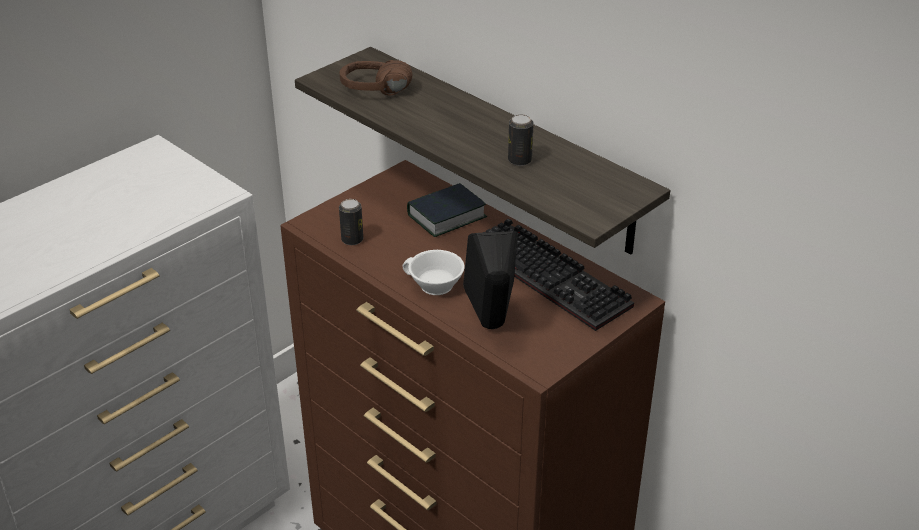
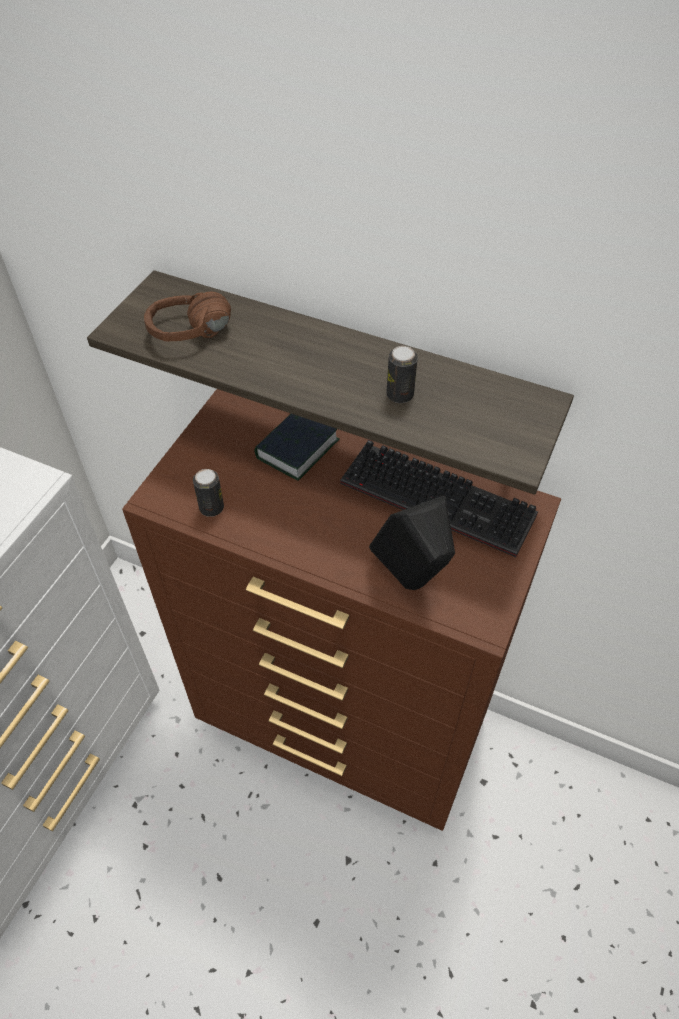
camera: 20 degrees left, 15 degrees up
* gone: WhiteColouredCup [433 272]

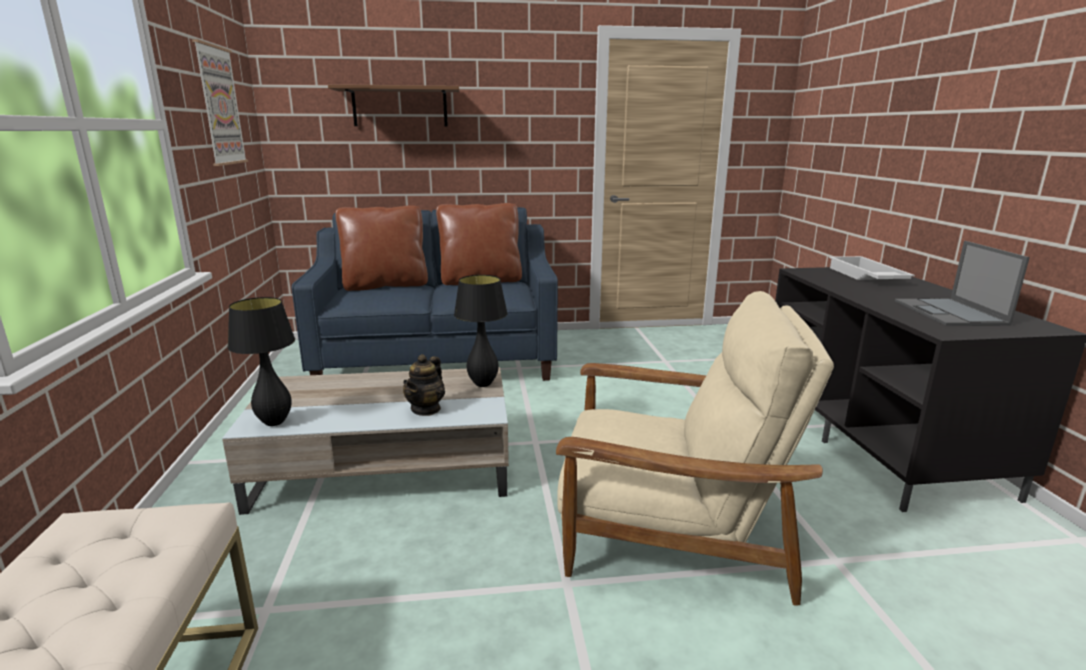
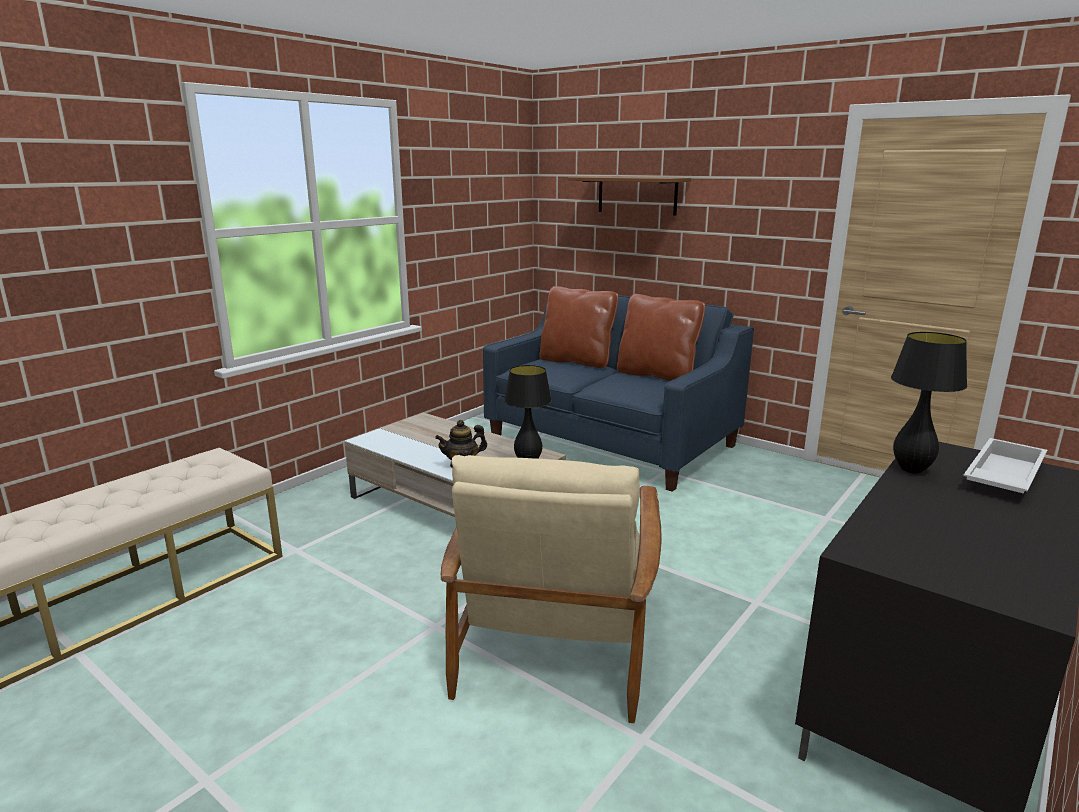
camera: 45 degrees right, 0 degrees up
* gone: Picture [220 102]
* gone: PortableComputer [962 283]
* shifted: BlackishTableLamp [261 361] to [929 403]
* rotated: SandColouredEasyChair [695 448] = [551 589] 45 degrees clockwise

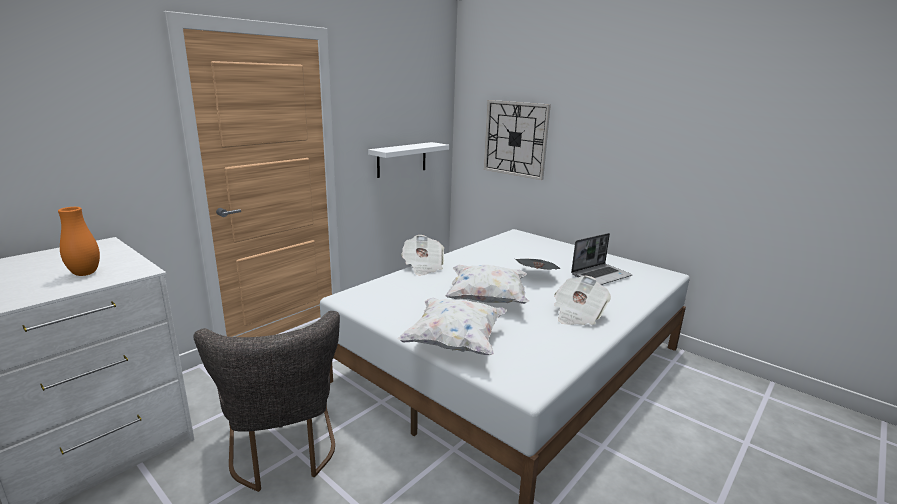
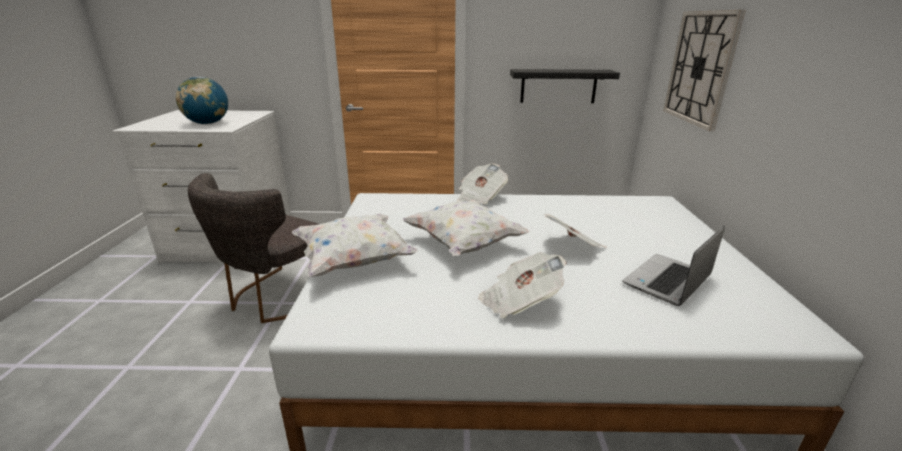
camera: 50 degrees right, 5 degrees up
* swapped: OrangeVase [79 241] to Globe [202 100]
* repainted: WhiteColouredShelf [408 160] to BlackishShelf [565 86]
* rotated: PortableComputer [602 259] = [673 265] 120 degrees clockwise

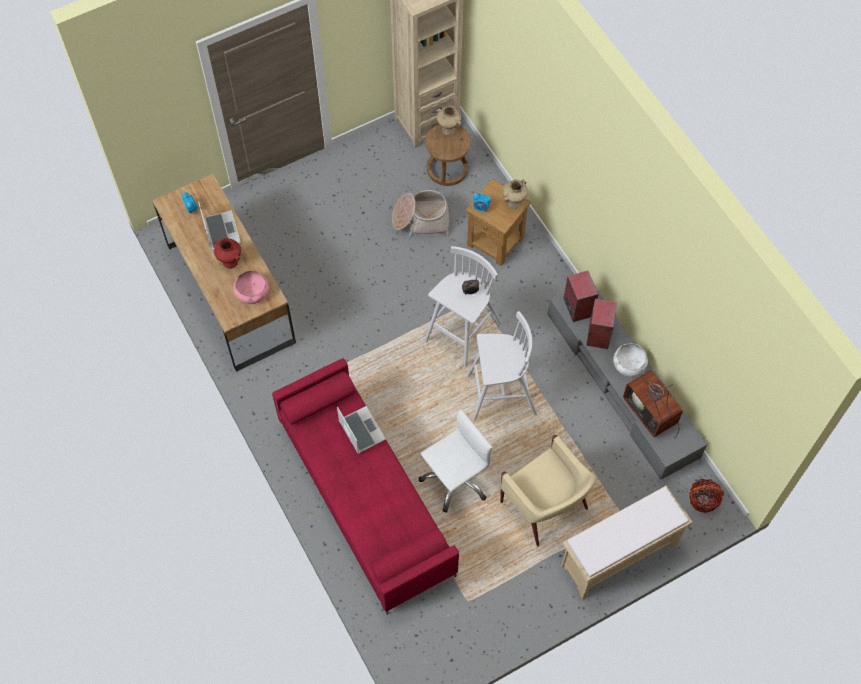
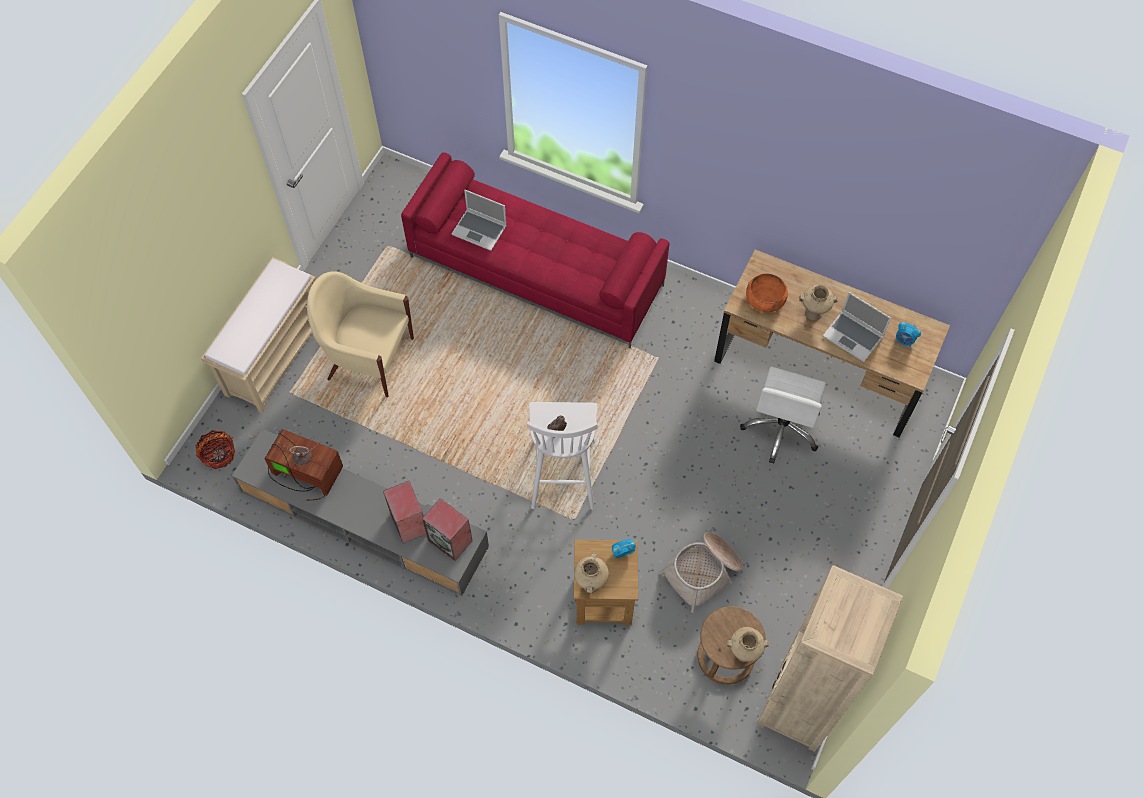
camera: 145 degrees right, 0 degrees up
* gone: WhiteColouredSittingStool [502 366]
* gone: WhiteColouredDeepDish [630 360]
* shifted: PortableComputer [361 430] to [479 220]
* shifted: WhiteColouredDeskChair [456 461] to [783 415]
* repainted: RedVase [227 253] to SandColouredVase [818 303]
* repainted: PinkishDeepDish [251 287] to OrangeDeepDish [767 292]

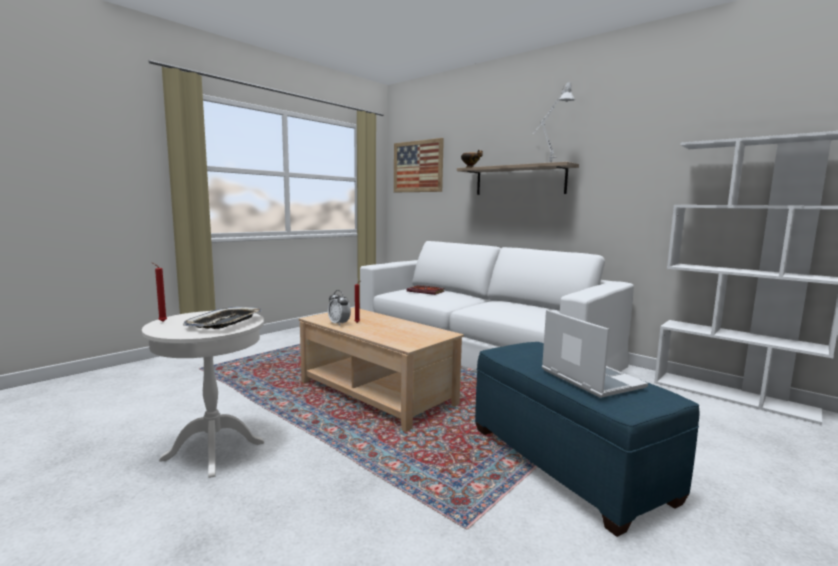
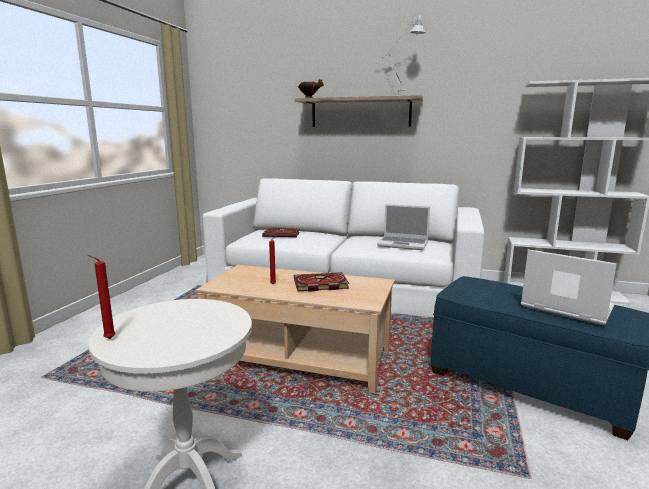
camera: 25 degrees left, 5 degrees up
* gone: Tray [222 318]
* gone: BedsideClock [339 308]
* gone: Picture [419 165]
* new: Volume [321 281]
* new: PortableComputer [403 227]

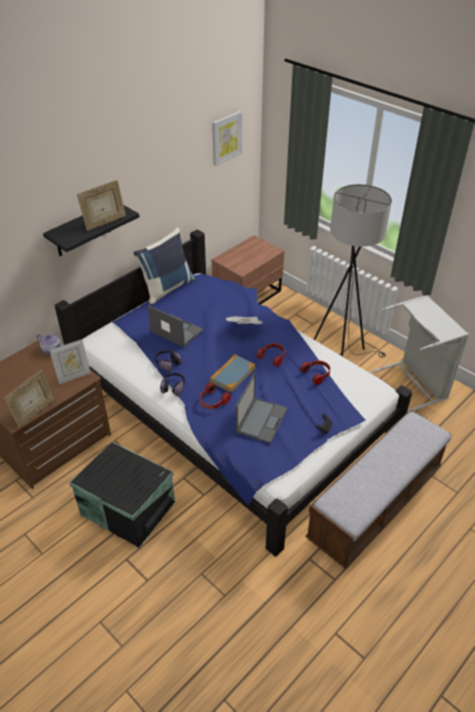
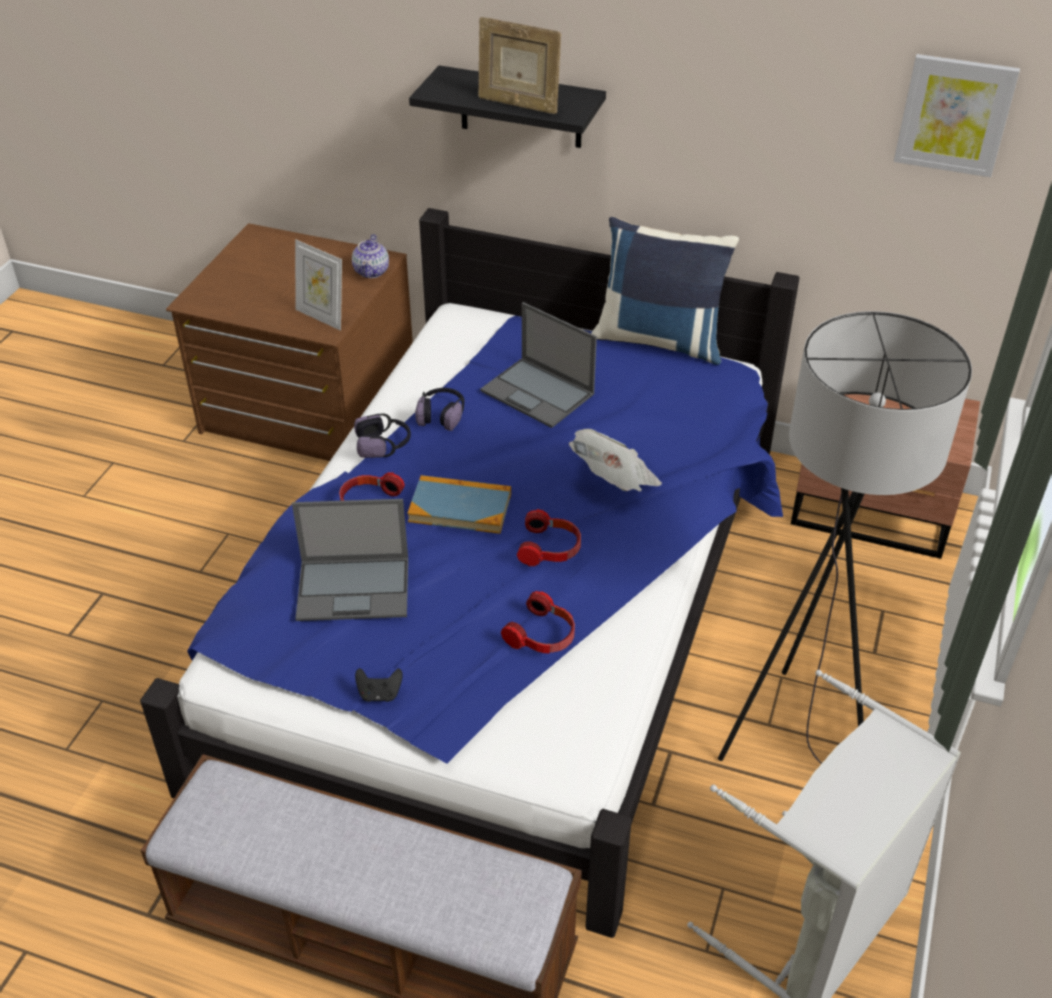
camera: 65 degrees right, 0 degrees up
* gone: PictureFrame [29 399]
* gone: BlackishStorageBox [122 495]
* rotated: PortableComputer [175 326] = [538 365] 120 degrees clockwise

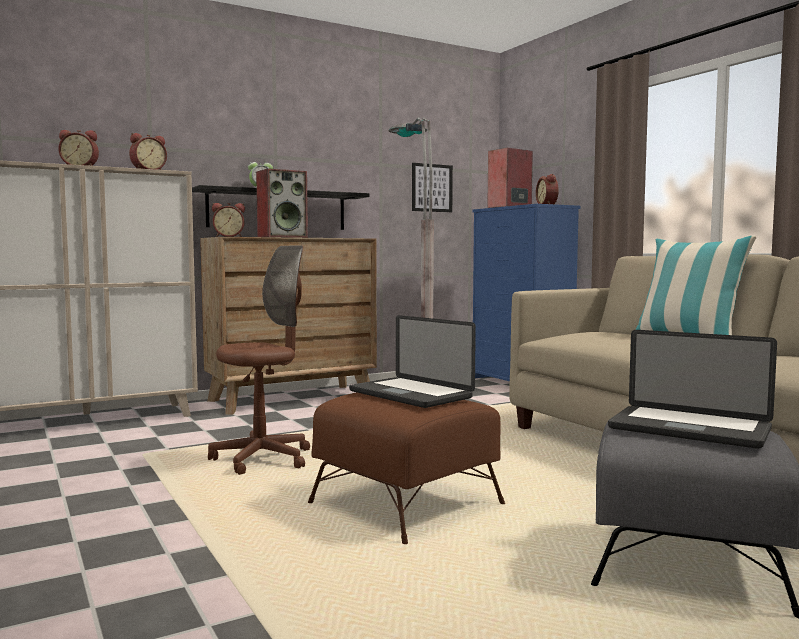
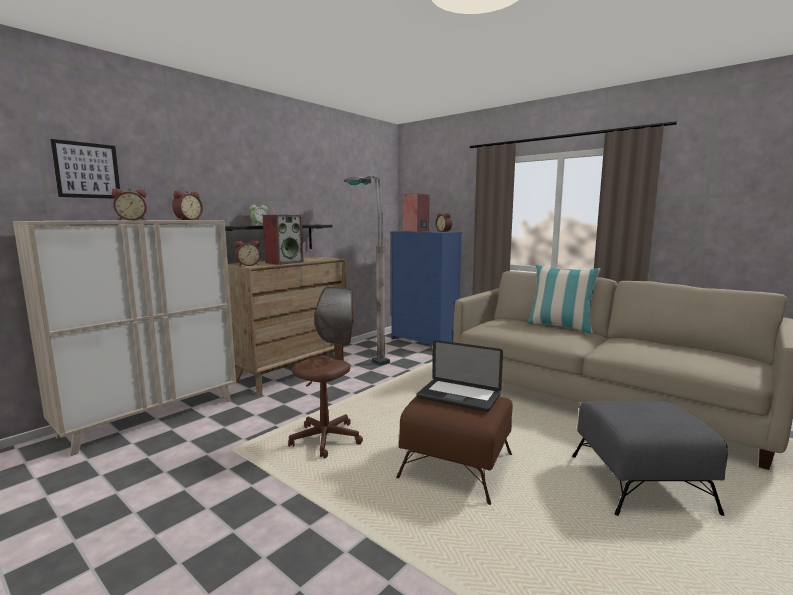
camera: 20 degrees left, 5 degrees up
* gone: PortableComputer [692 389]
* shifted: Picture [432 187] to [85 169]

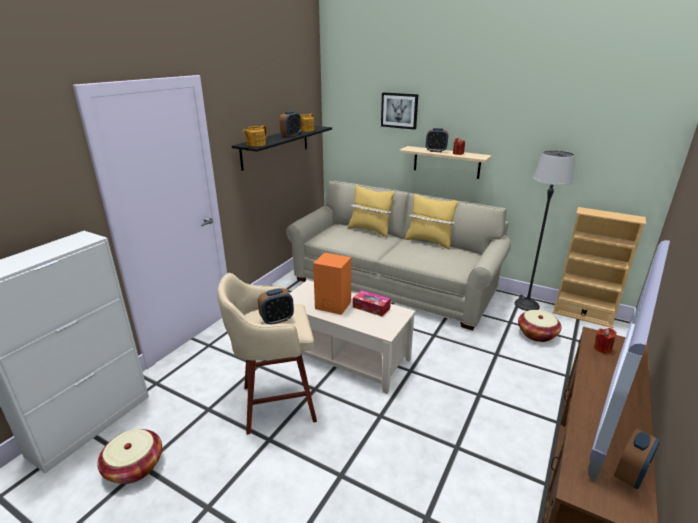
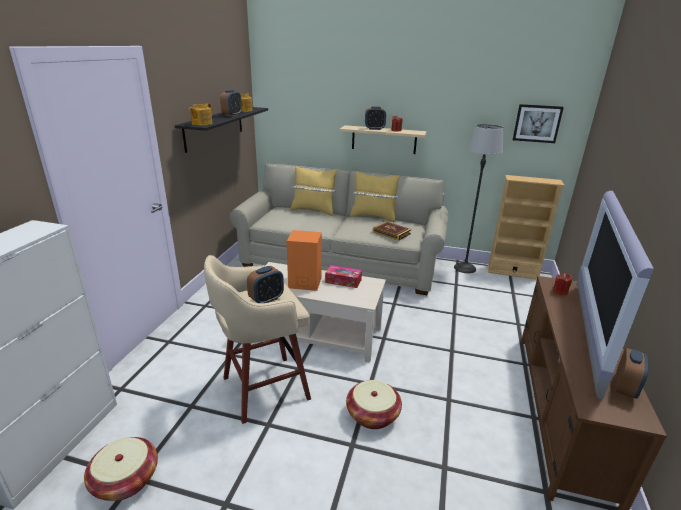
camera: 15 degrees left, 0 degrees up
* new: Volume [392 231]
* shifted: Picture [399 111] to [538 123]
* shifted: HouseholdBasket [540 326] to [374 404]

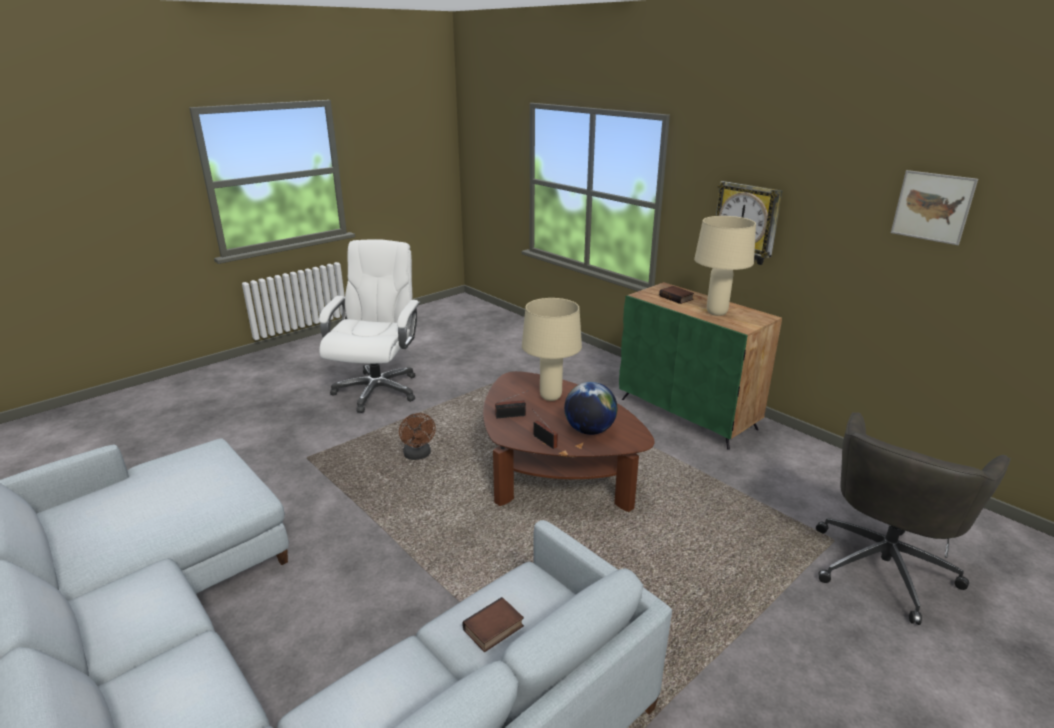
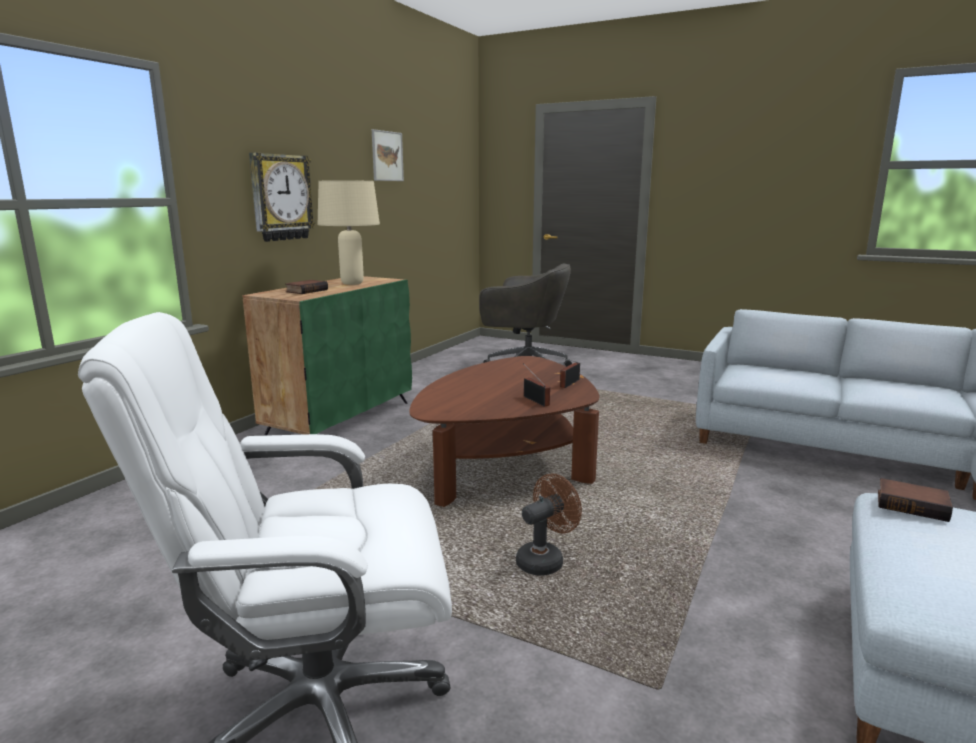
camera: 110 degrees left, 10 degrees down
* gone: SandColouredTableLamp [552 349]
* gone: Globe [590 408]
* shifted: Volume [493 624] to [915 500]

